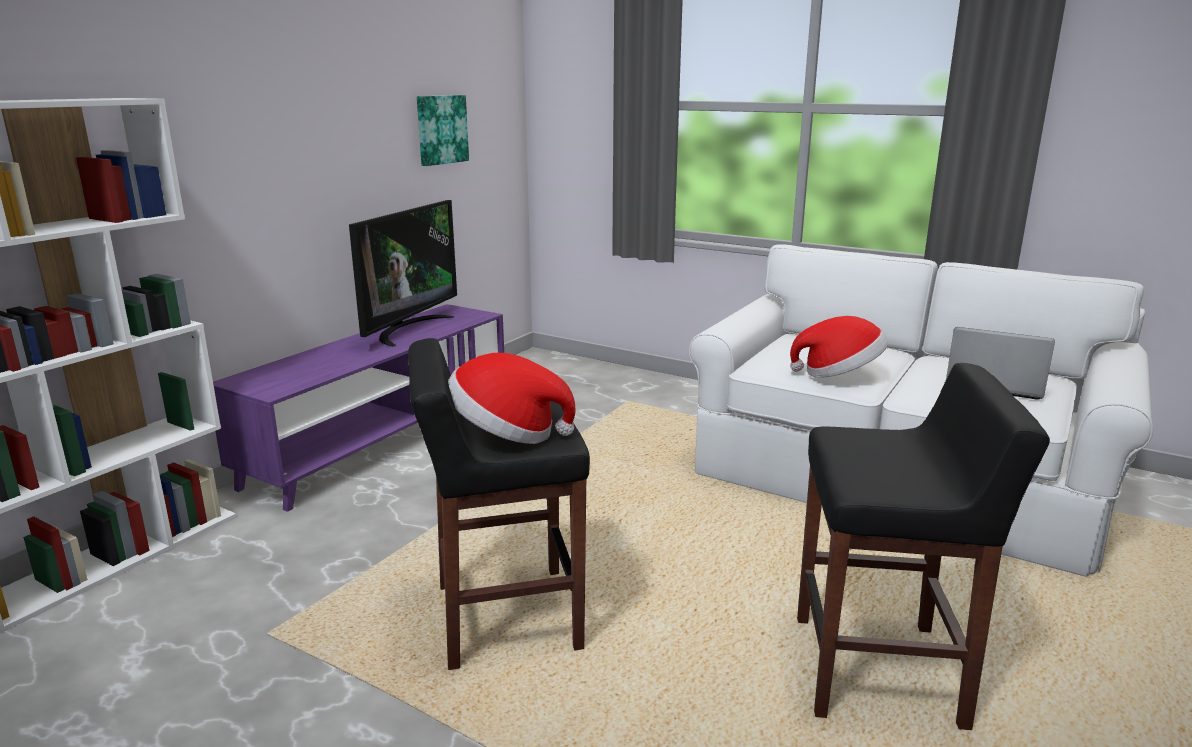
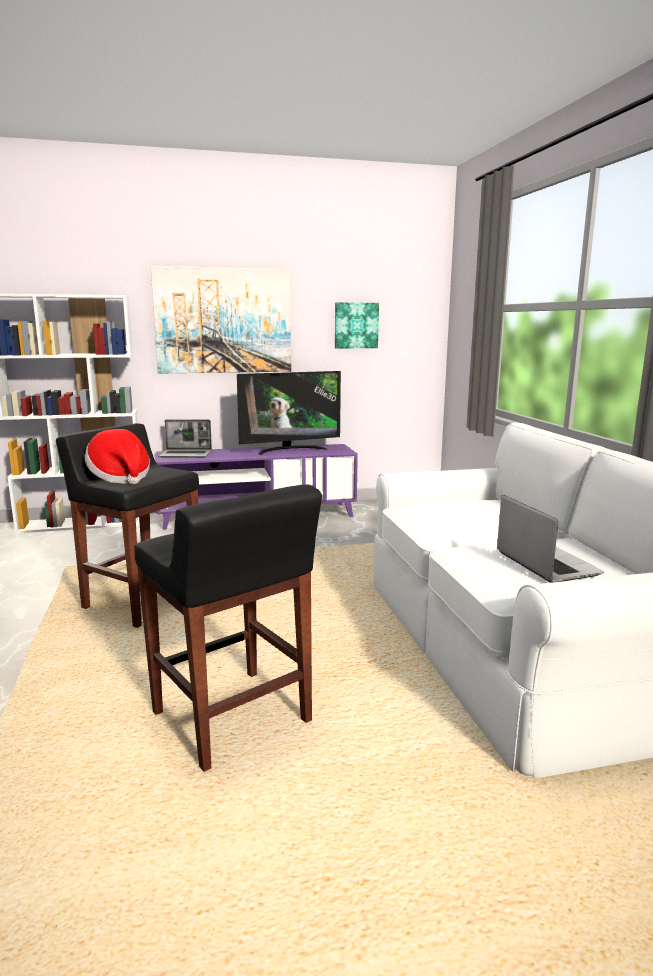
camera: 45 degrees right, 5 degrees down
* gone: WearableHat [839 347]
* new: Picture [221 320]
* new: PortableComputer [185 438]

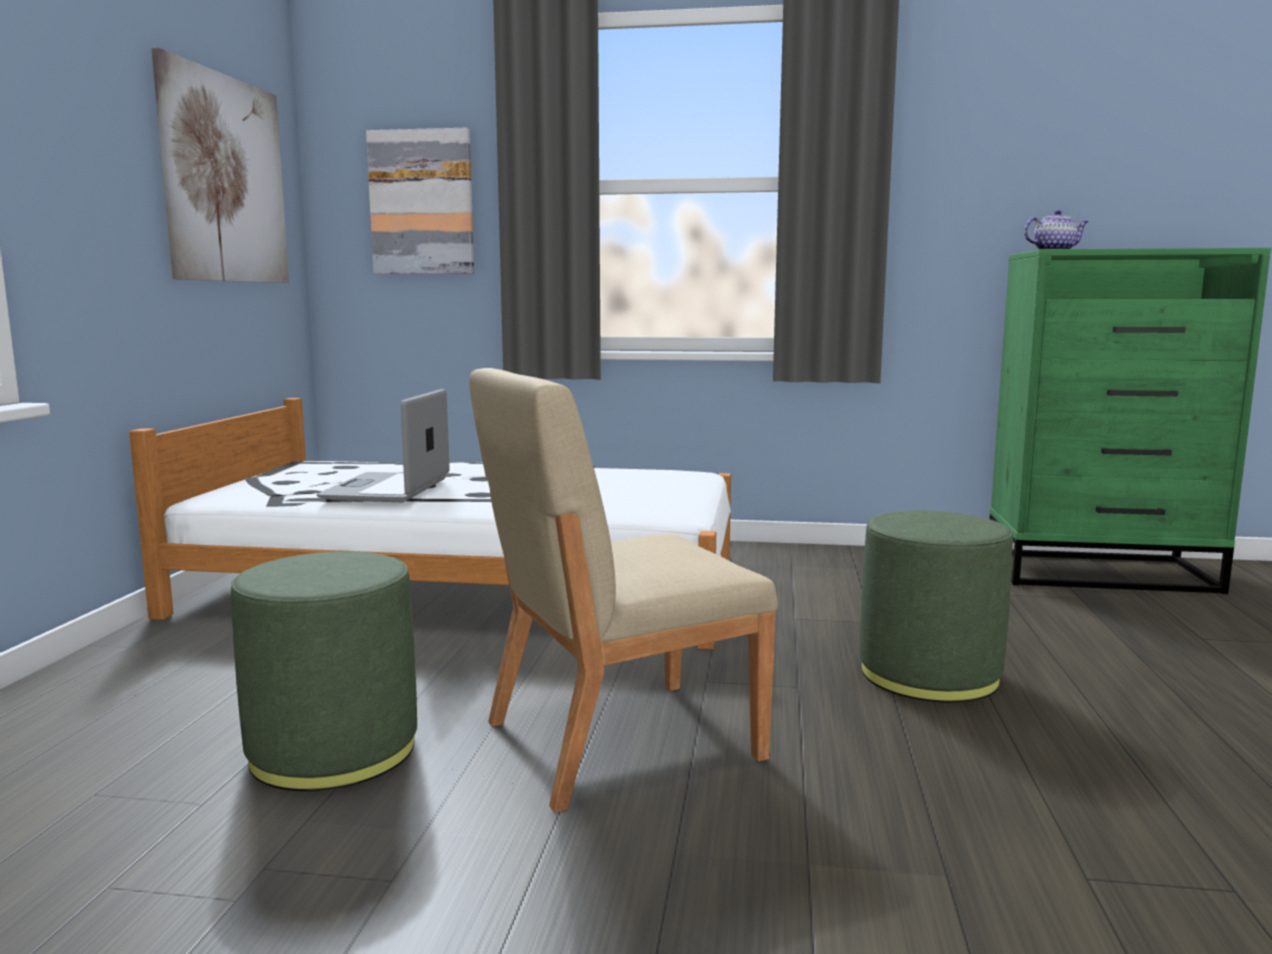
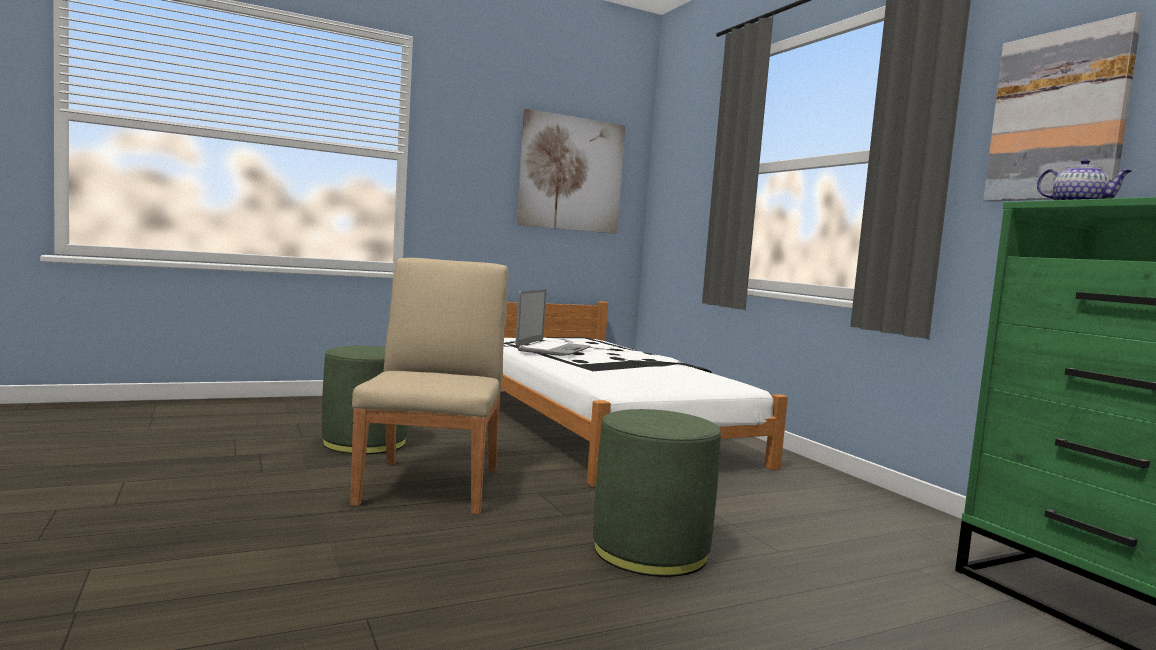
camera: 55 degrees right, 5 degrees down
* shifted: Picture [420 201] to [1062 107]
* rotated: PortableComputer [383 445] = [553 322] 135 degrees clockwise
* rotated: SandColouredChair [623 590] = [429 386] 60 degrees clockwise

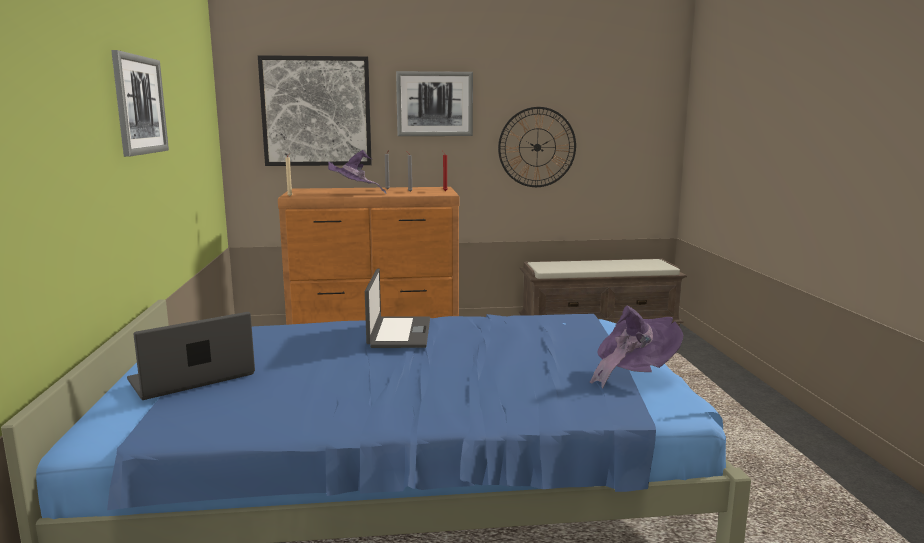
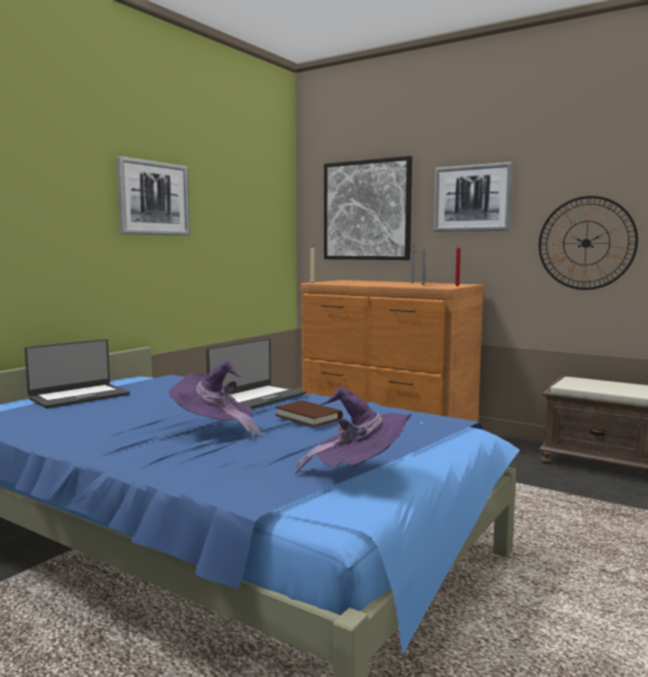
camera: 40 degrees right, 5 degrees down
* new: BrownishVolume [309 414]
* shifted: PurpleWearableHat [357 172] to [215 400]
* rotated: PortableComputer [191 356] = [77 373] 135 degrees clockwise

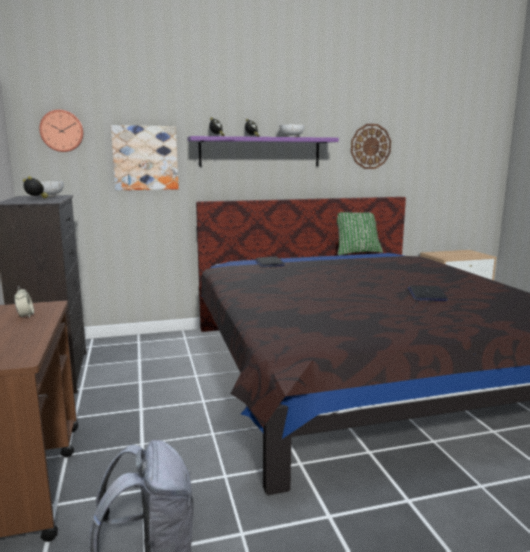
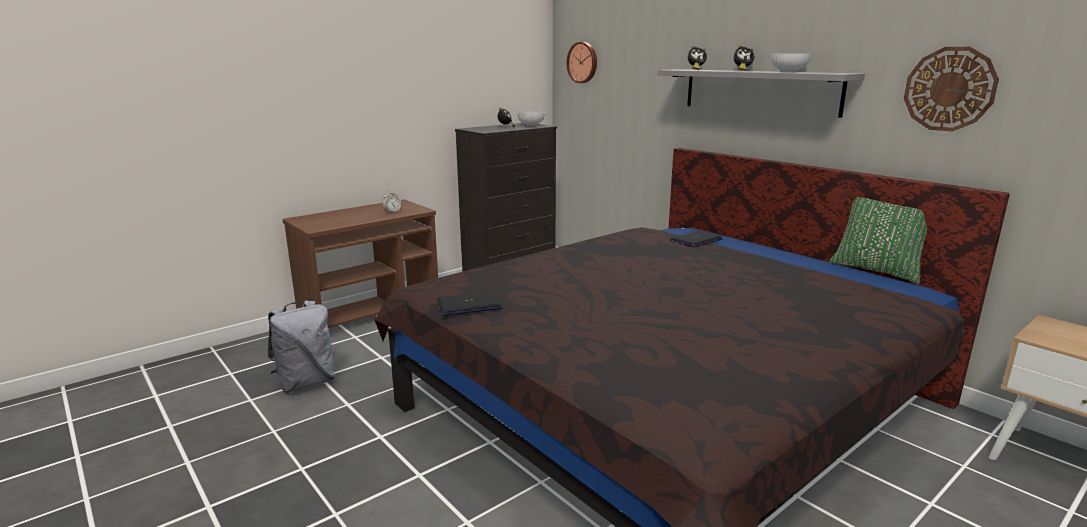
camera: 65 degrees right, 5 degrees up
* gone: Picture [145 157]
* shifted: PortableComputer [427 293] to [470 304]
* repainted: PurpleShelf [263 151] to GreyShelf [761 93]

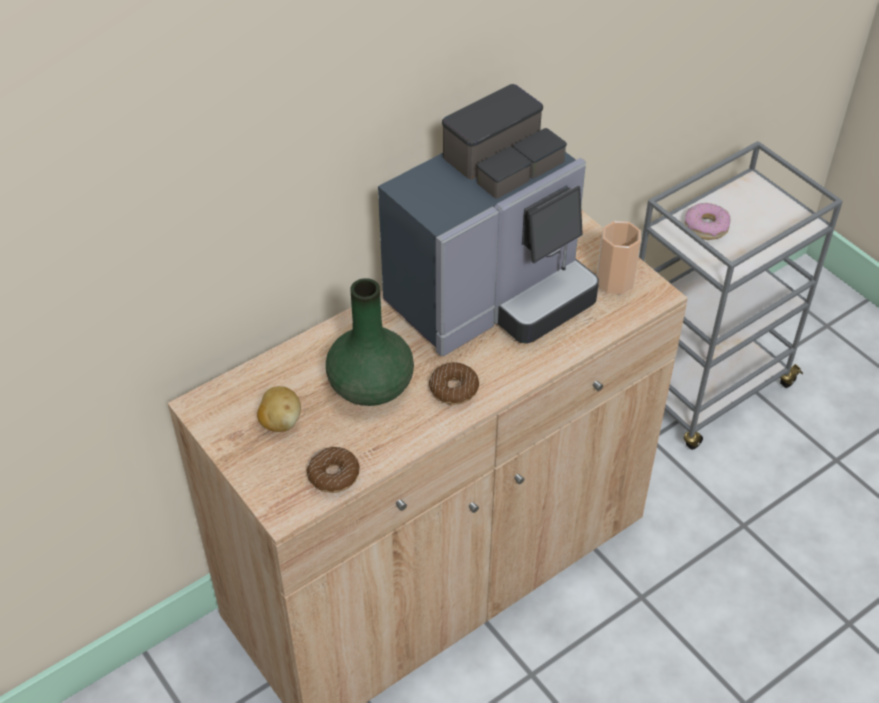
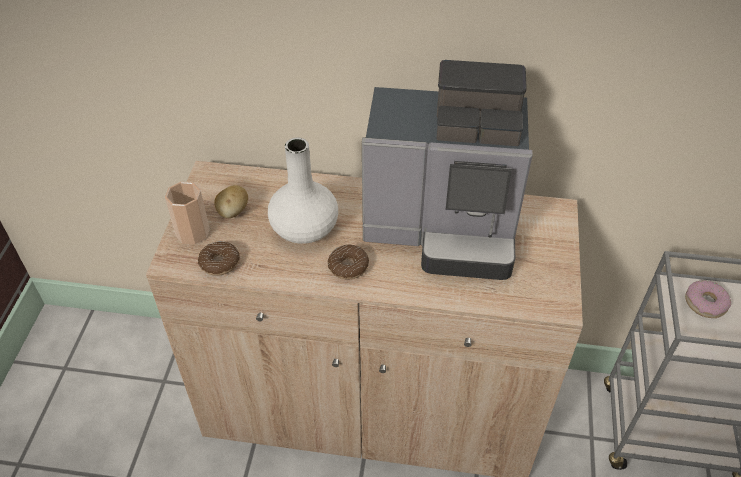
camera: 45 degrees right, 0 degrees up
* shifted: Cup [619 257] to [187 213]
* repainted: GreenishVase [370 342] to WhiteColouredVase [303 191]

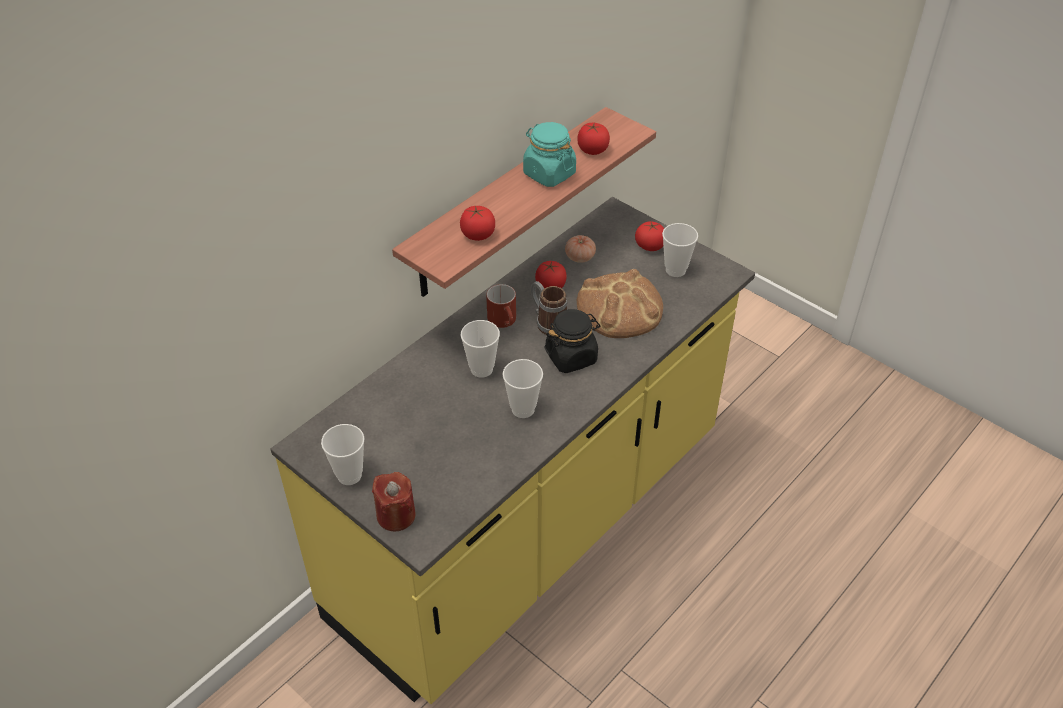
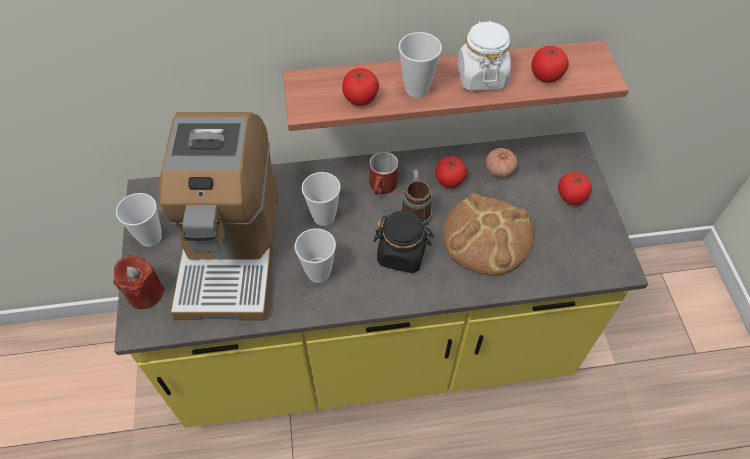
camera: 40 degrees right, 10 degrees up
* new: CoffeeBrewer [218 216]
* shifted: Cup [680 250] to [420 65]
* repainted: TurquoiseJar [549 154] to WhiteColouredJar [484 55]

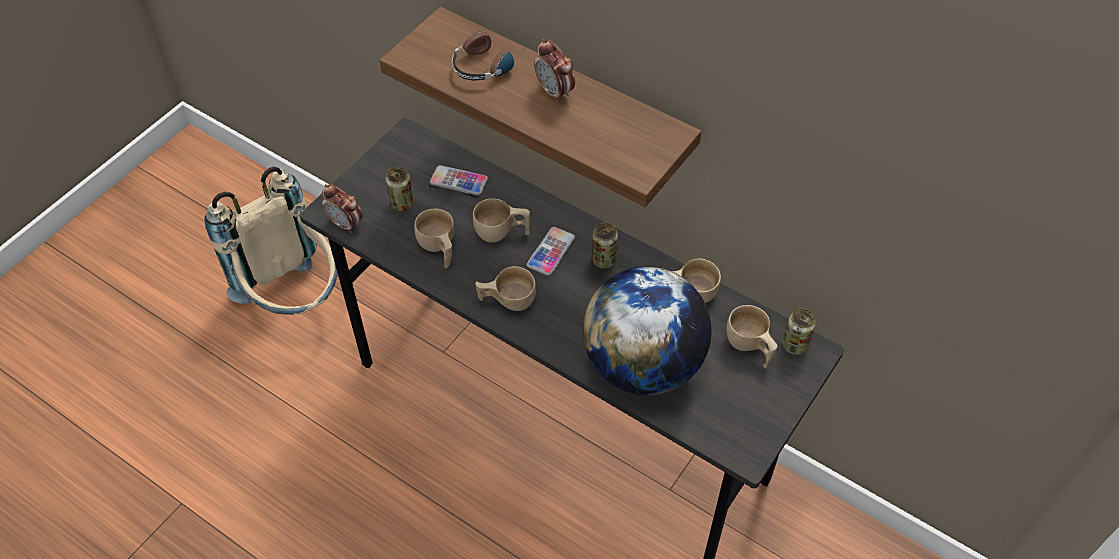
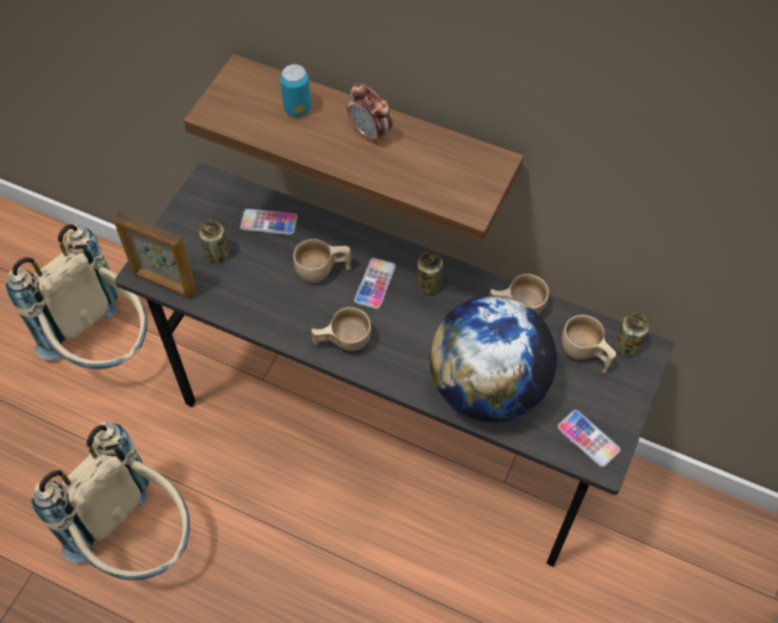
camera: 10 degrees left, 5 degrees up
* gone: SandColouredCup [434 238]
* new: SandColouredRucksack [110 501]
* new: Handset [589 438]
* swapped: BedsideClock [342 208] to PictureFrame [155 255]
* swapped: PairOfHeadphones [490 56] to MetalCan [295 90]

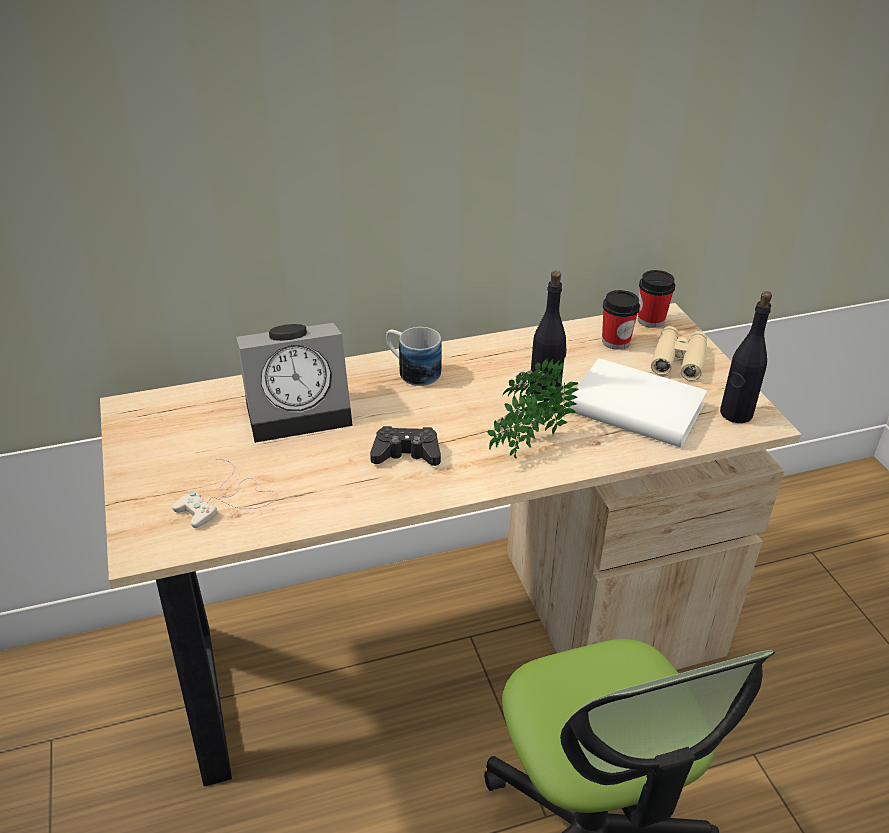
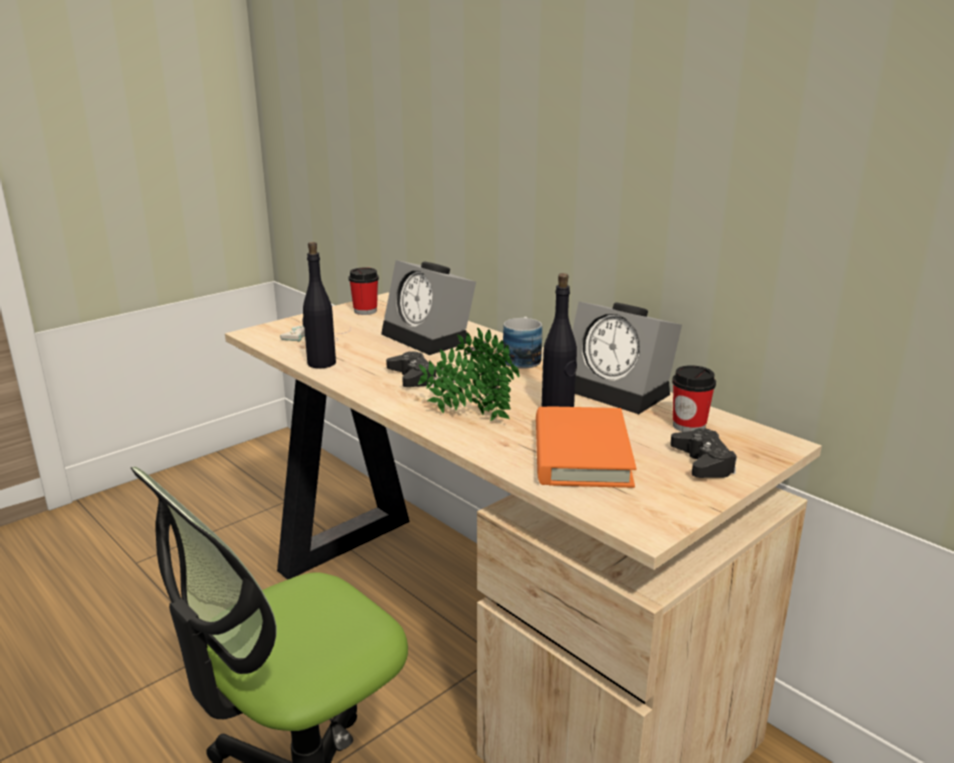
camera: 65 degrees right, 15 degrees down
* new: BedsideClock [627 358]
* shifted: Cup [656 299] to [364 291]
* shifted: BlackishDrinkBottle [746 357] to [319 305]
* swapped: SandColouredBinoculars [679 353] to BlackishJoypad [703 453]
* repainted: WhiteColouredVolume [637 403] to OrangeVolume [586 447]

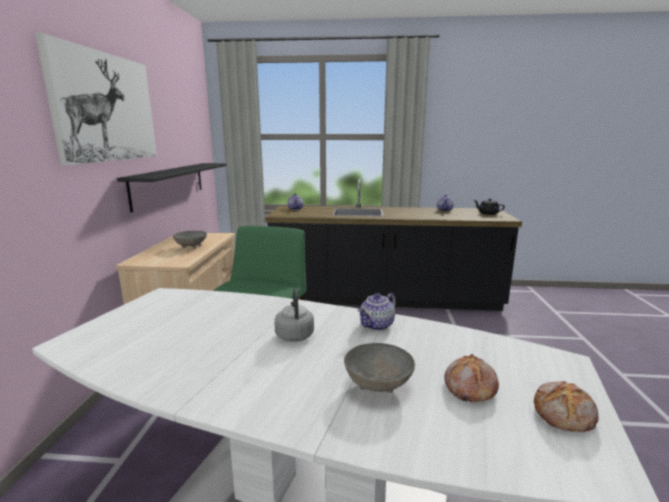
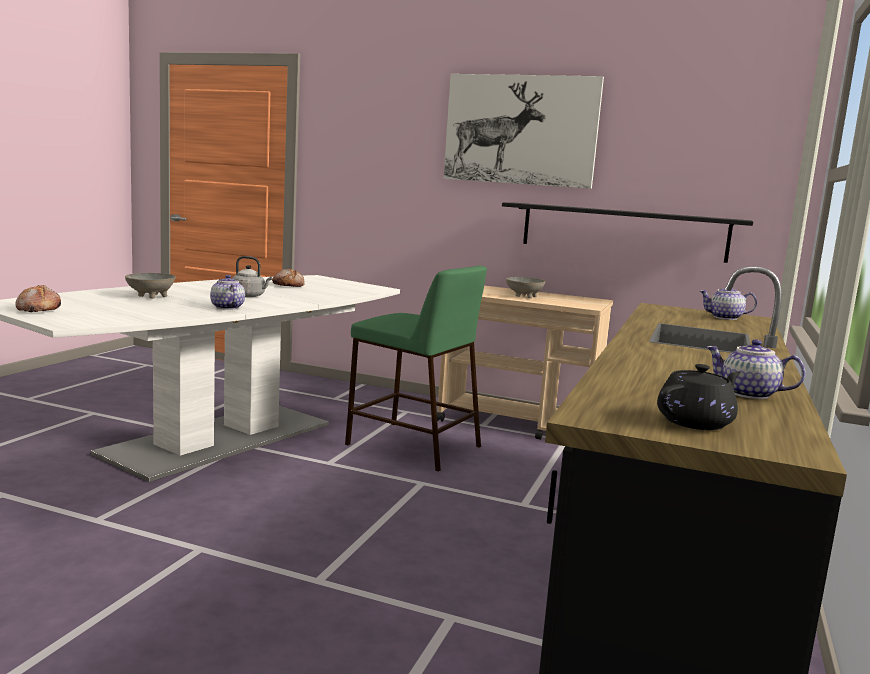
camera: 105 degrees right, 5 degrees down
* shifted: BakeryBread [471 378] to [288 278]

